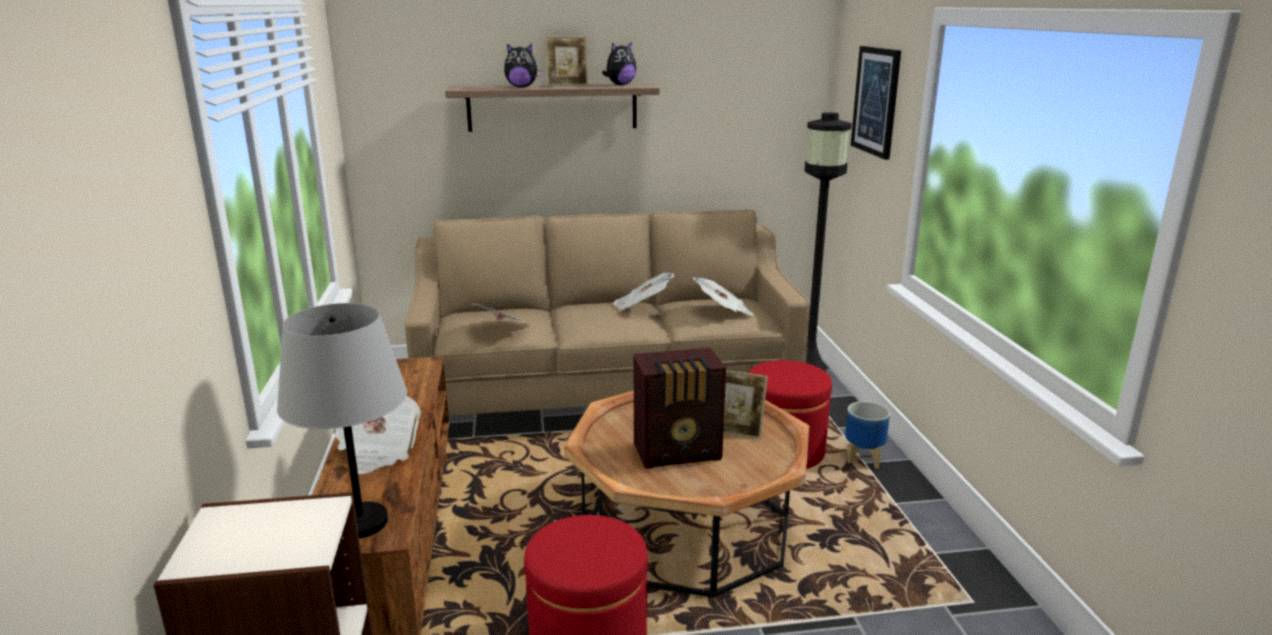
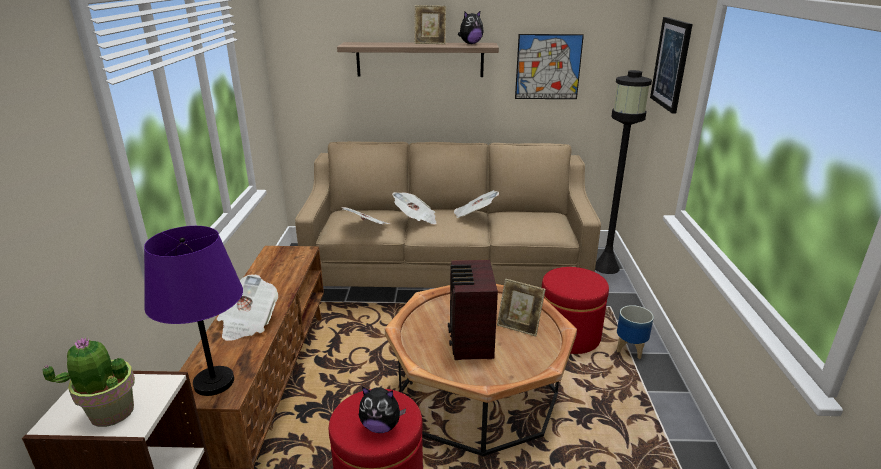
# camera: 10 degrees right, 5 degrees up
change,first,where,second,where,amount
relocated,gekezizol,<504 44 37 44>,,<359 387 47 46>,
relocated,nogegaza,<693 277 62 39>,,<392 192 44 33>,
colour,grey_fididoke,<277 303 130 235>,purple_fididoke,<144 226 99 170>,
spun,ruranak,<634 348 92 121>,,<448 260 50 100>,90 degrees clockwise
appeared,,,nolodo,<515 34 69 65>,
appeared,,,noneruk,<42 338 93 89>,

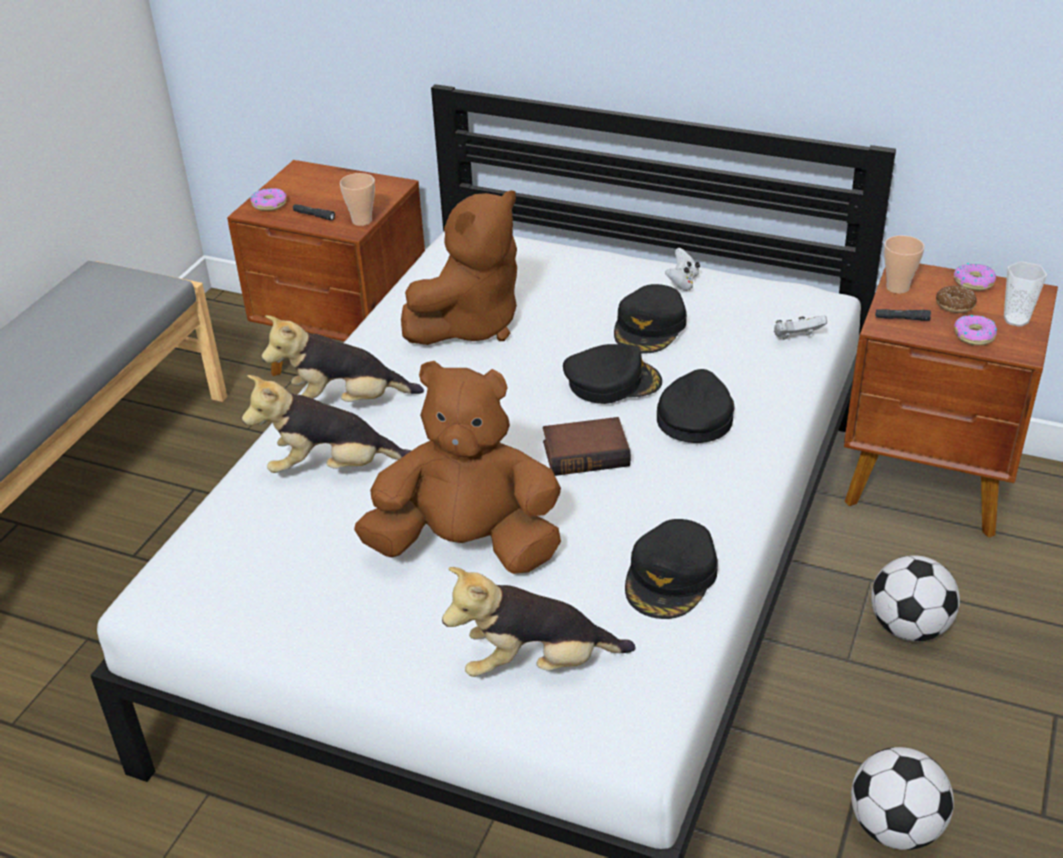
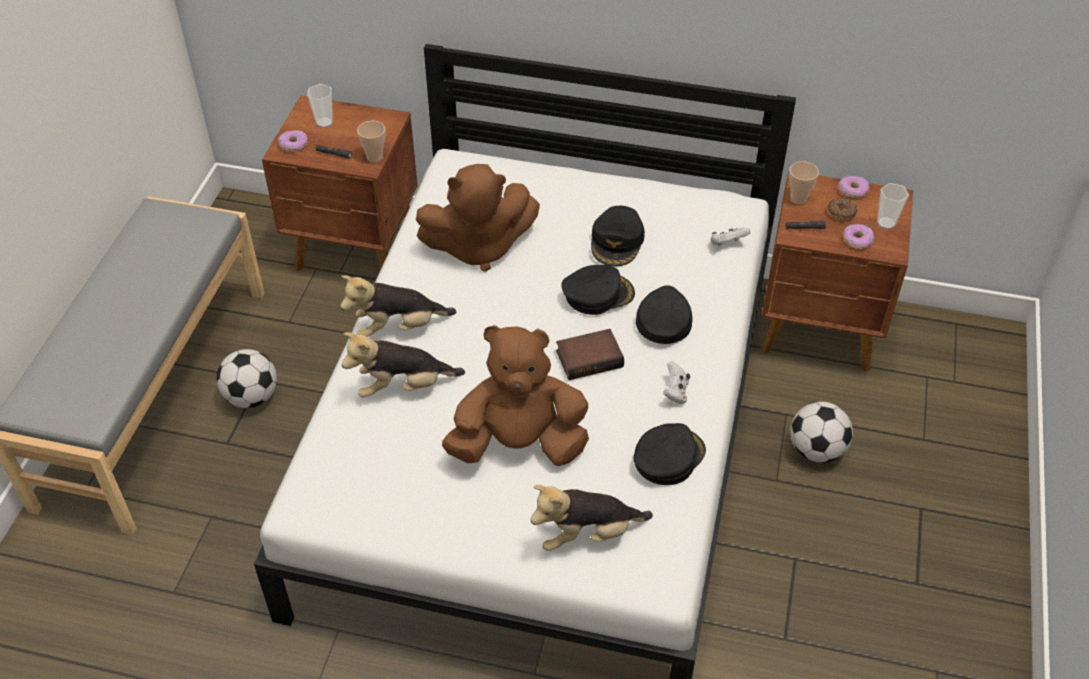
# camera: 10 degrees left, 10 degrees up
change,first,where,second,where,amount
spun,brown_gekezizol,<401 190 116 155>,,<416 164 124 108>,45 degrees clockwise
relocated,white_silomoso,<665 248 35 43>,,<663 361 27 43>,
spun,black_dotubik,<625 519 93 100>,,<634 423 72 62>,150 degrees counterclockwise
relocated,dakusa,<851 747 103 103>,,<217 349 60 59>,
appeared,,,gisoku,<307 84 26 44>,

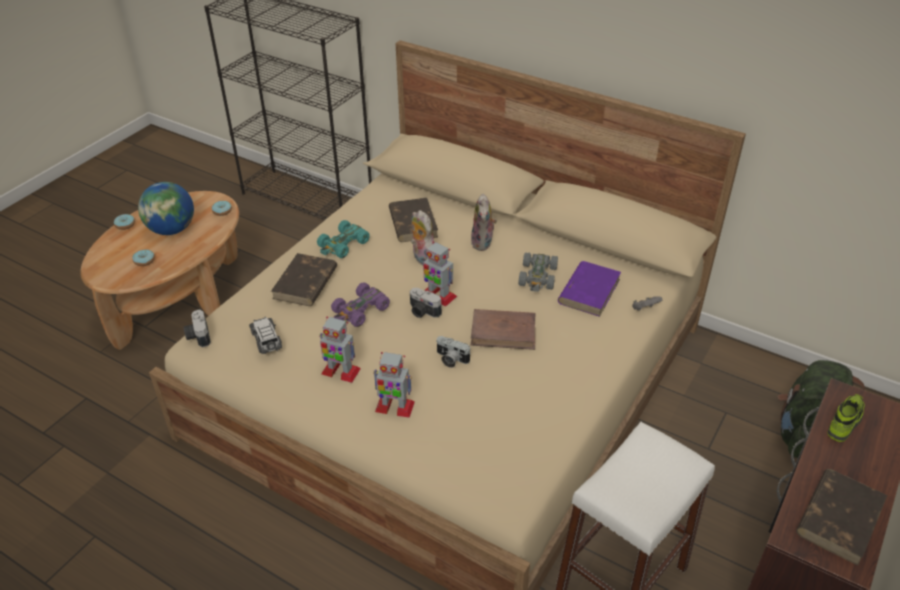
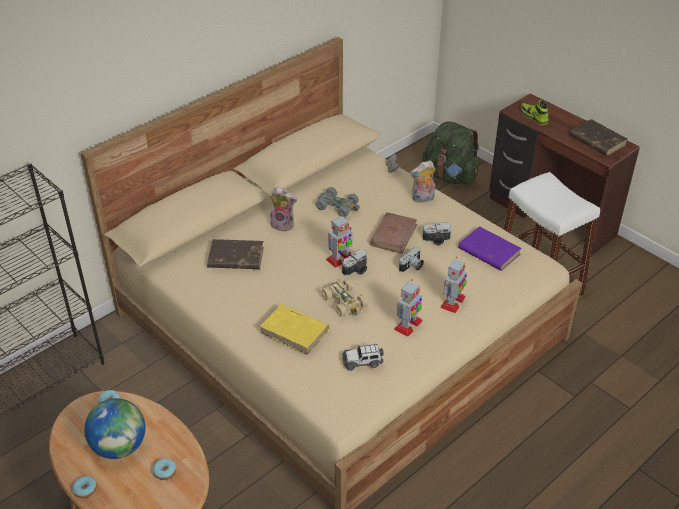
# camera: 75 degrees left, 0 degrees up
change,first,where,second,where,amount
relocated,gekezizol,<411 210 24 55>,,<410 160 25 43>,
missing,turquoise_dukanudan,<317 220 53 38>,,,
colour,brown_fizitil,<271 253 66 53>,yellow_fizitil,<260 304 69 51>,
relocated,purple_fizitil,<558 261 63 56>,,<458 226 63 45>,
colour,purple_dukanudan,<331 282 59 45>,beige_dukanudan,<322 278 46 39>,
relocated,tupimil,<183 309 28 38>,,<423 223 28 22>,

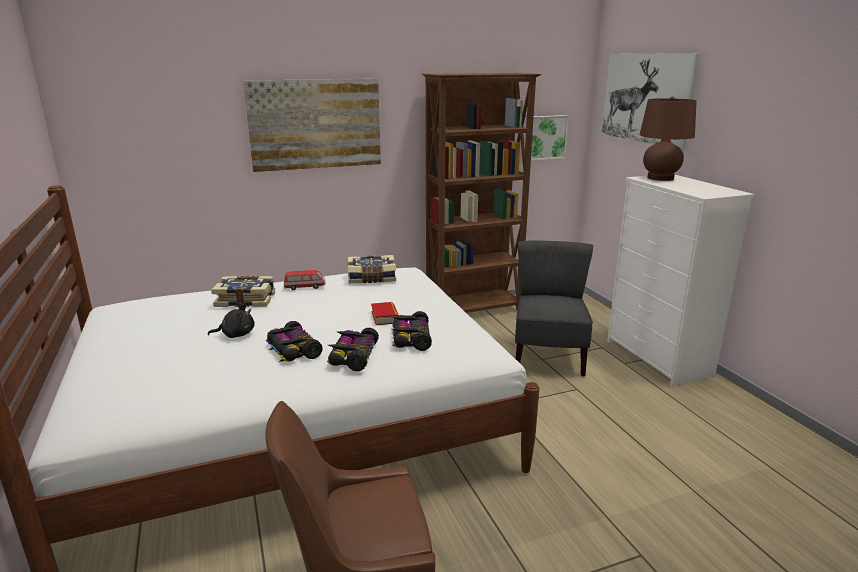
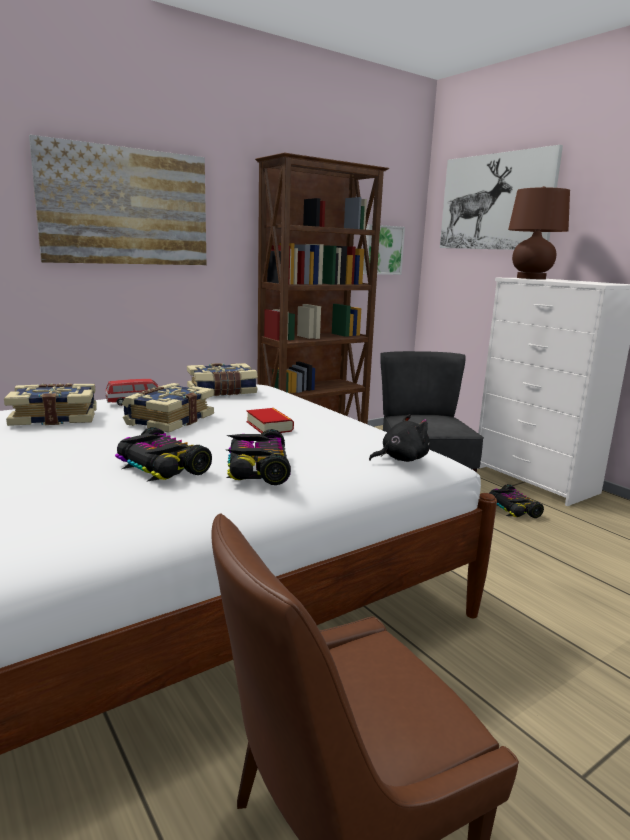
# camera: 15 degrees left, 5 degrees down
change,first,where,second,where,amount
relocated,black_gekezizol,<208 304 47 34>,,<369 414 61 48>,
relocated,dukanudan,<392 311 40 40>,,<490 484 54 34>,
appeared,,,fizitil,<122 383 92 50>,

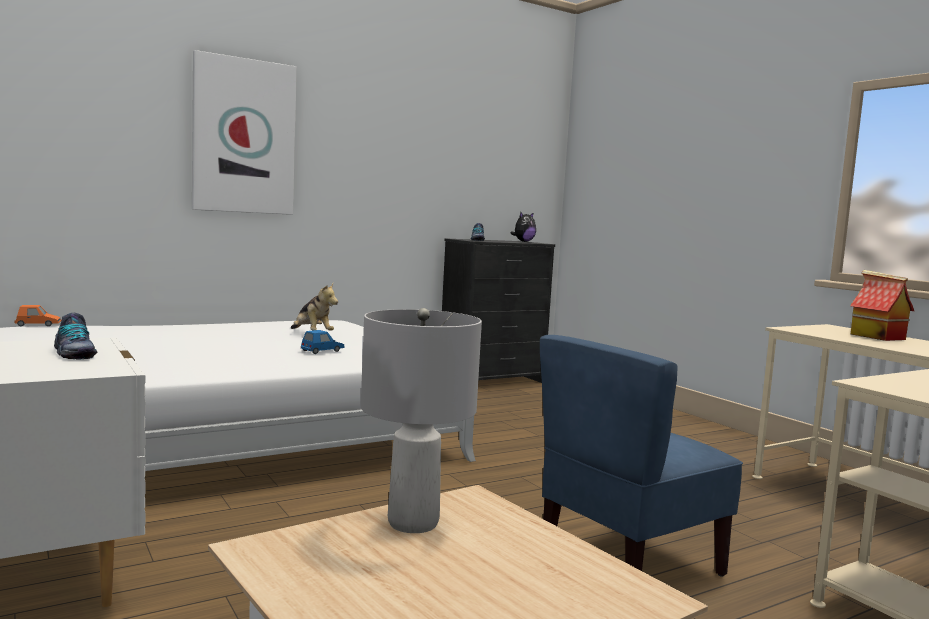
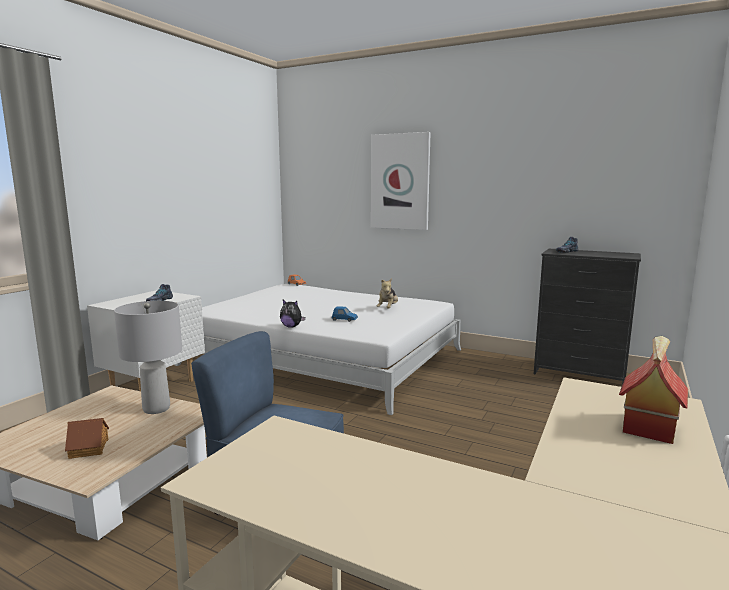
# camera: 60 degrees right, 5 degrees up
change,first,where,second,where,amount
relocated,gekezizol,<511 212 25 30>,,<280 300 25 28>,
appeared,,,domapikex,<65 418 44 41>,

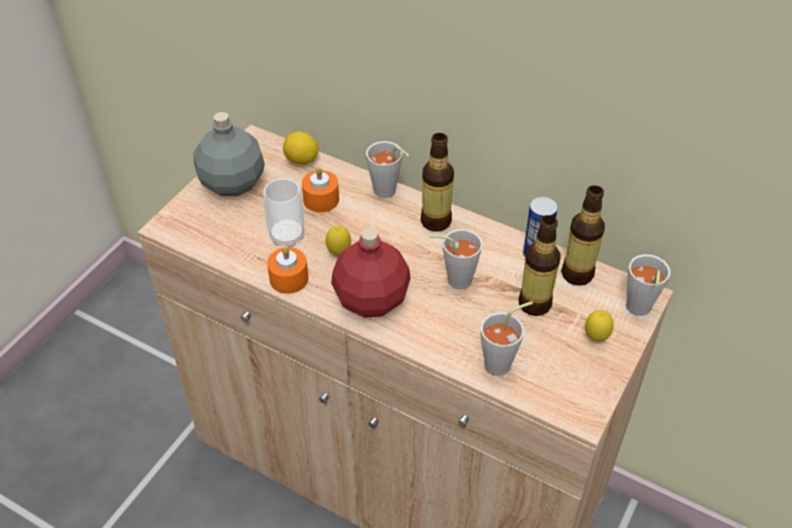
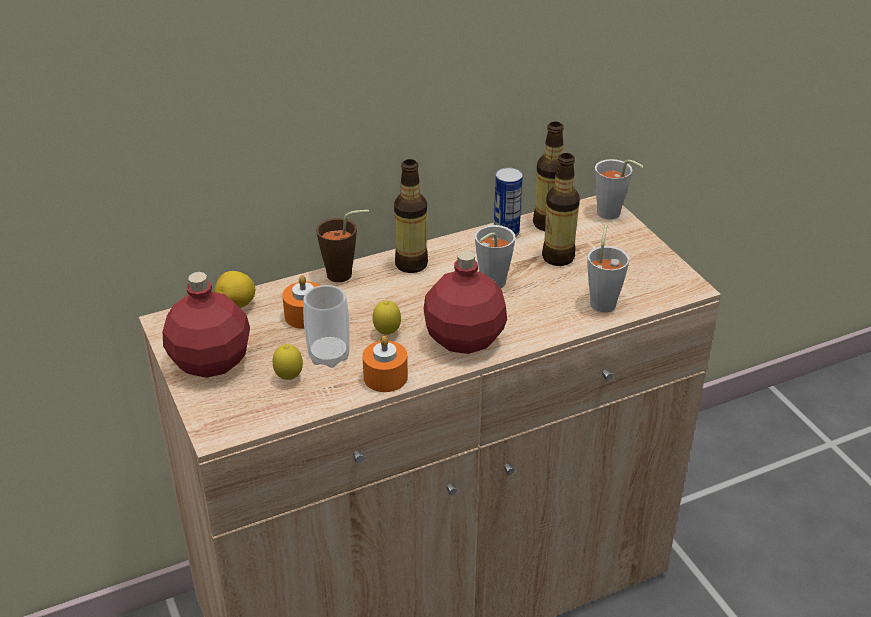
# camera: 55 degrees left, 10 degrees down
change,first,where,second,where,amount
colour,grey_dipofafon,<193 112 72 84>,red_dipofafon,<163 272 87 106>,
colour,grey_gisoku,<366 141 43 57>,brown_gisoku,<316 210 53 72>,
relocated,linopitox,<585 310 29 32>,,<273 344 30 36>,

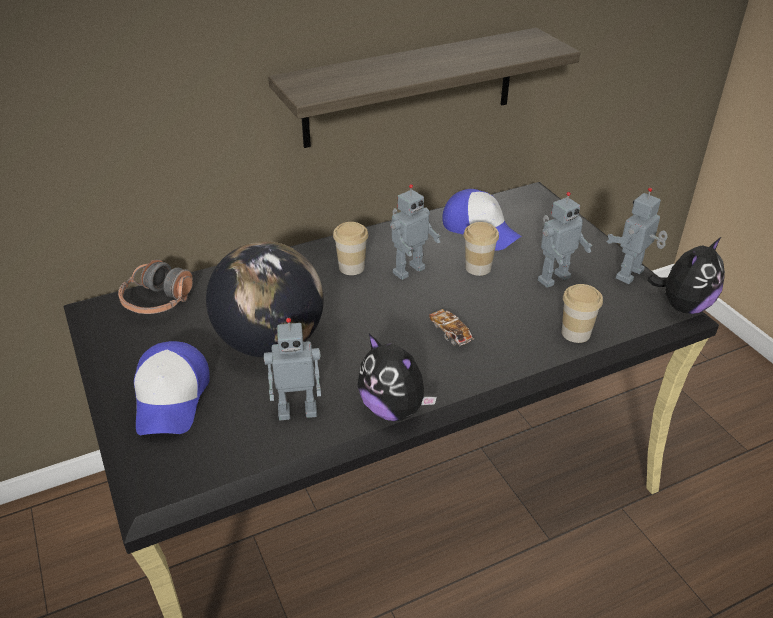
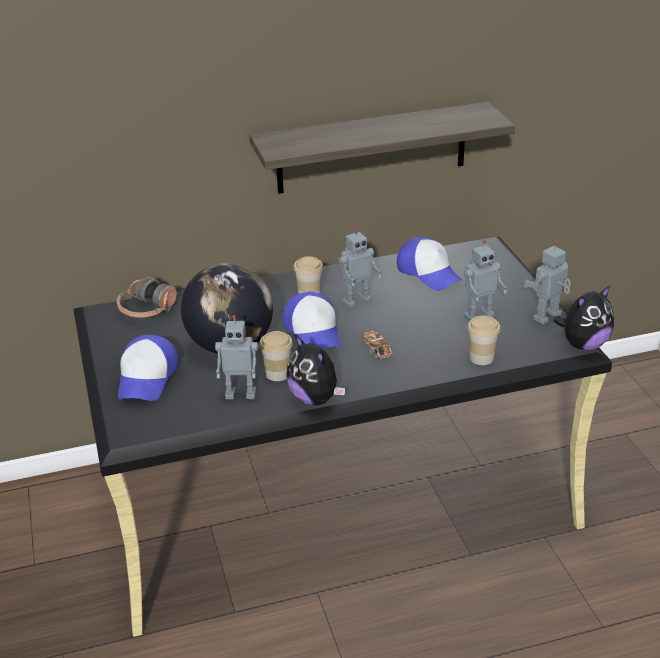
# camera: 10 degrees right, 5 degrees down
change,first,where,second,where,amount
relocated,gisoku,<463 222 36 54>,,<260 331 33 50>,
appeared,,,dotubik,<282 292 59 57>,

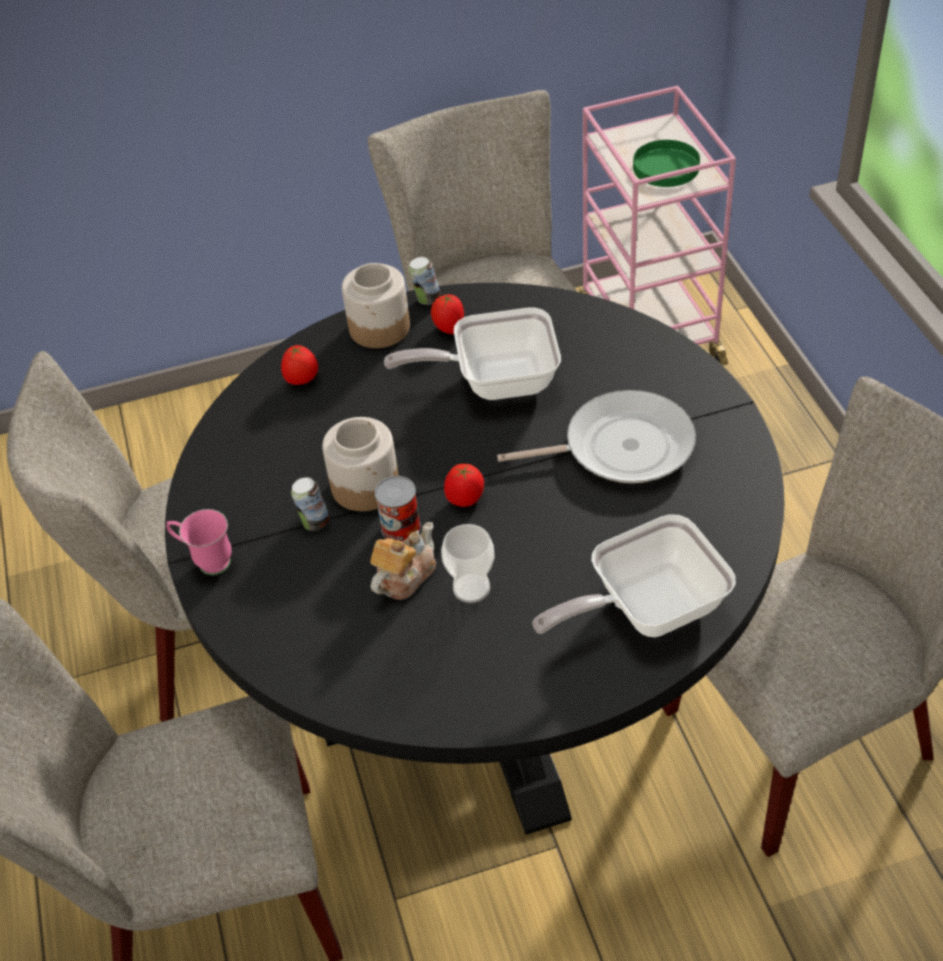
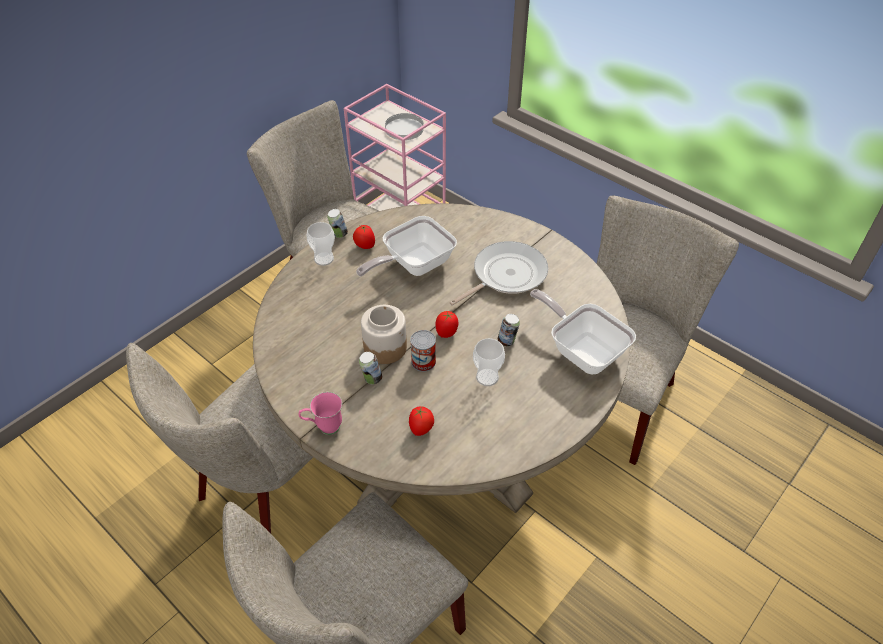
# camera: 35 degrees left, 0 degrees up
change,first,where,second,where,amount
colour,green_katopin,<633 140 67 47>,white_katopin,<385 113 39 27>,
exchanged,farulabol,<342 263 68 85>,gisoku,<306 222 29 44>,
colour,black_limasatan,<165 283 619 552>,beige_limasatan,<253 203 377 310>,
relocated,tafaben,<281 345 37 40>,,<409 406 25 30>,
spun,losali,<532 514 204 123>,,<530 289 106 85>,105 degrees clockwise
missing,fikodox,<370 522 66 78>,,,
appeared,,,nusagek,<498 314 22 32>,

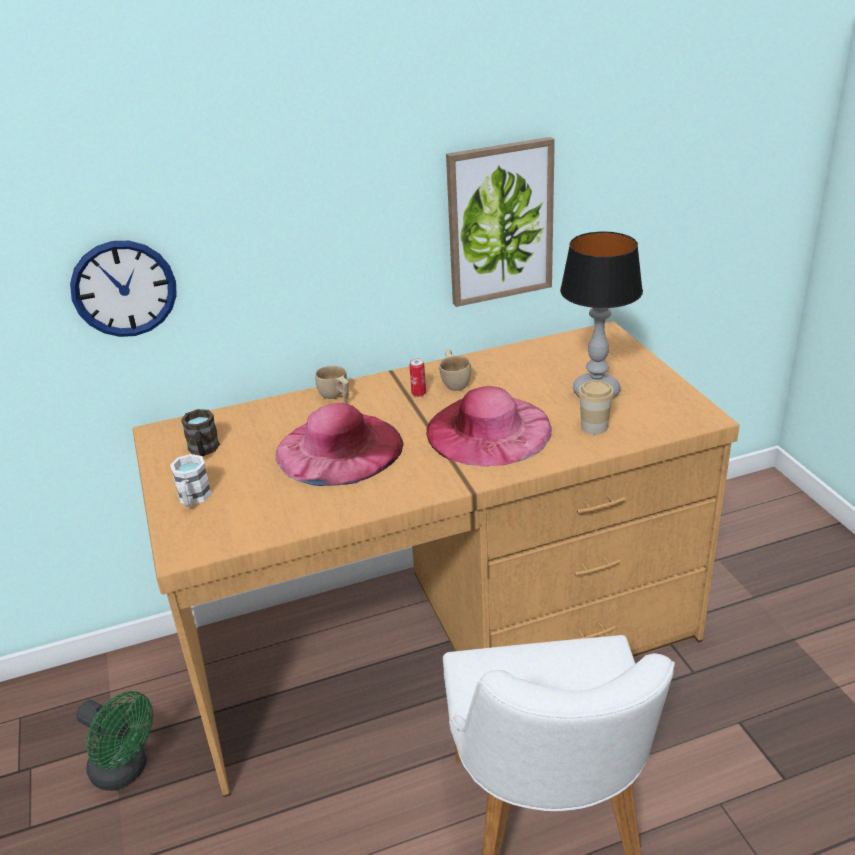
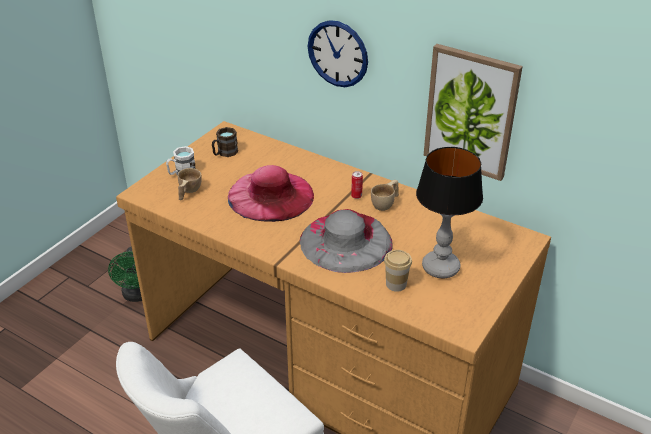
# camera: 50 degrees right, 5 degrees up
change,first,where,second,where,amount
relocated,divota,<70 241 107 96>,,<308 20 60 67>,
relocated,beige_gisoku,<315 366 34 38>,,<178 168 24 32>,
colour,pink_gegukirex,<426 386 126 81>,grey_gegukirex,<300 209 93 64>,

